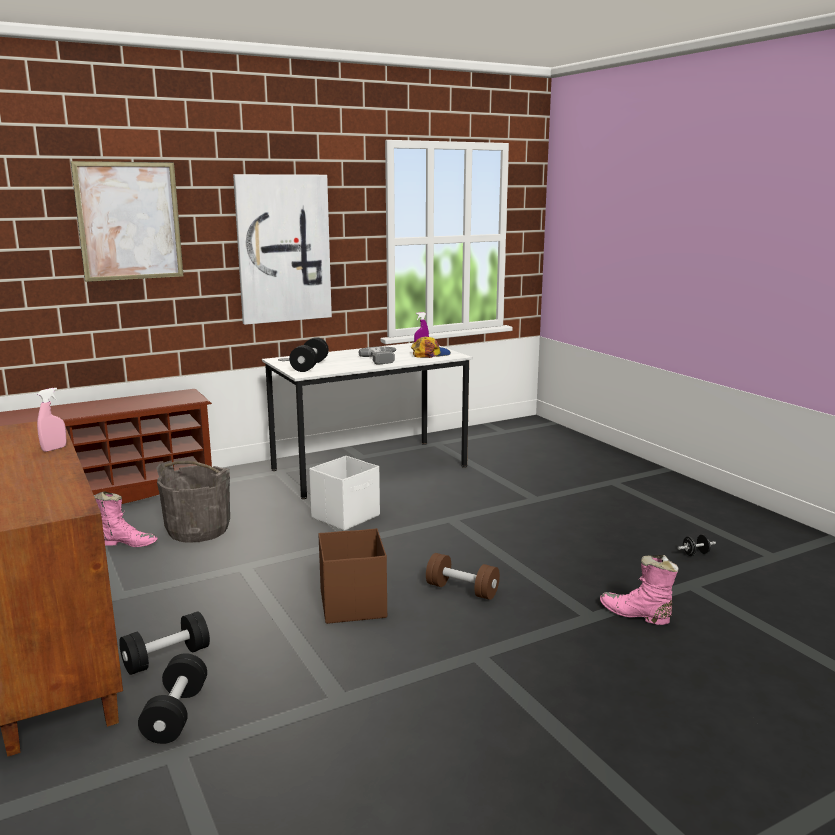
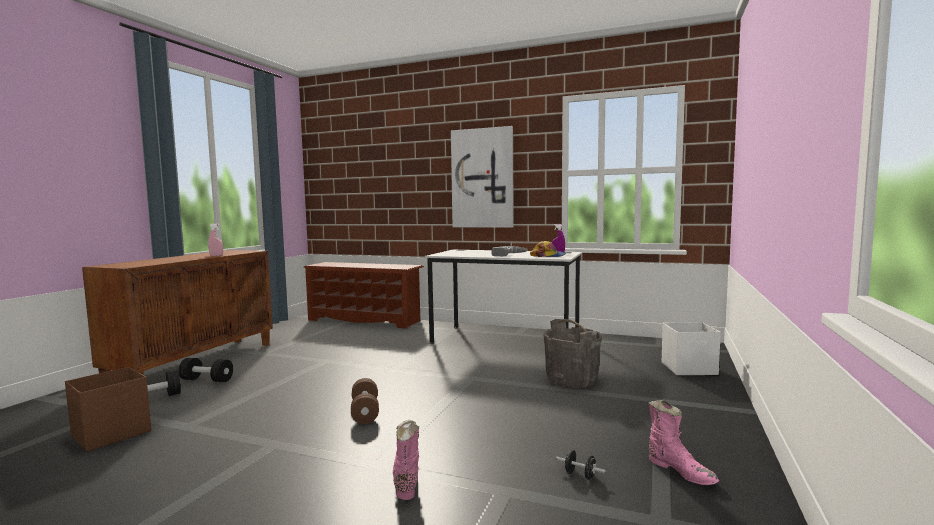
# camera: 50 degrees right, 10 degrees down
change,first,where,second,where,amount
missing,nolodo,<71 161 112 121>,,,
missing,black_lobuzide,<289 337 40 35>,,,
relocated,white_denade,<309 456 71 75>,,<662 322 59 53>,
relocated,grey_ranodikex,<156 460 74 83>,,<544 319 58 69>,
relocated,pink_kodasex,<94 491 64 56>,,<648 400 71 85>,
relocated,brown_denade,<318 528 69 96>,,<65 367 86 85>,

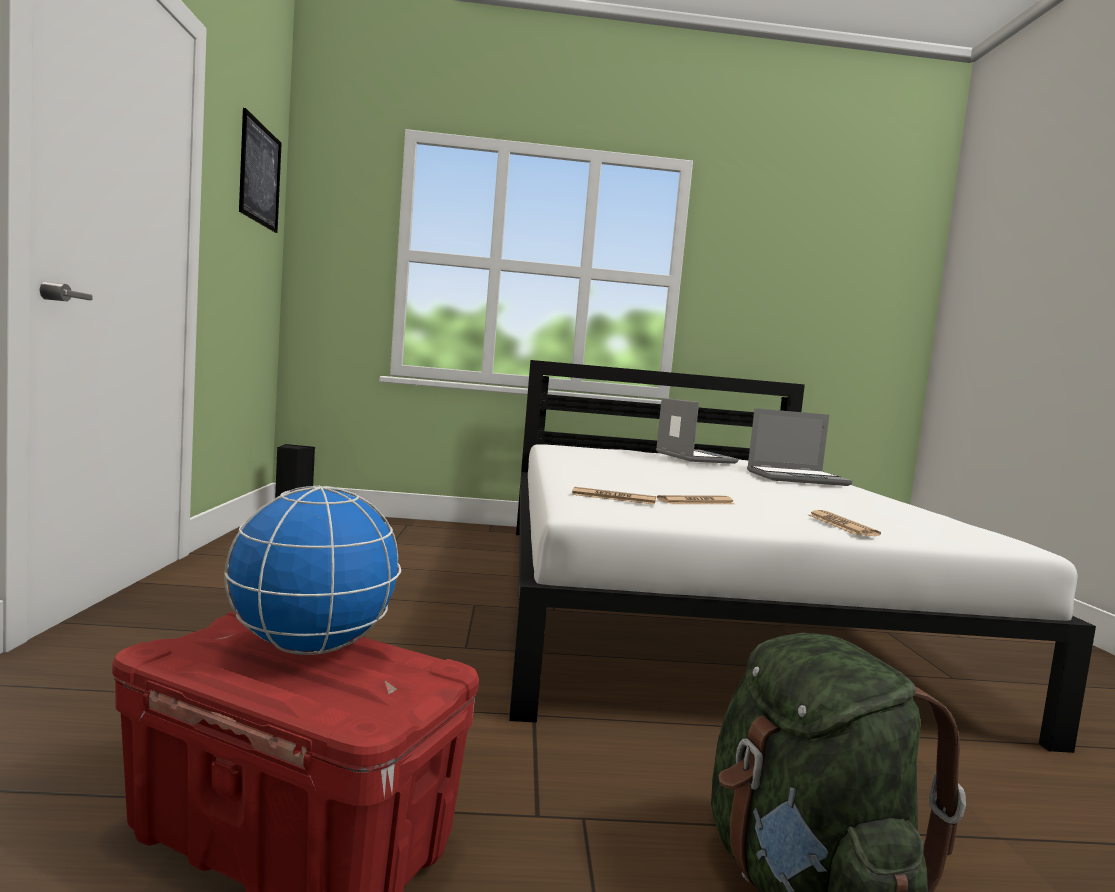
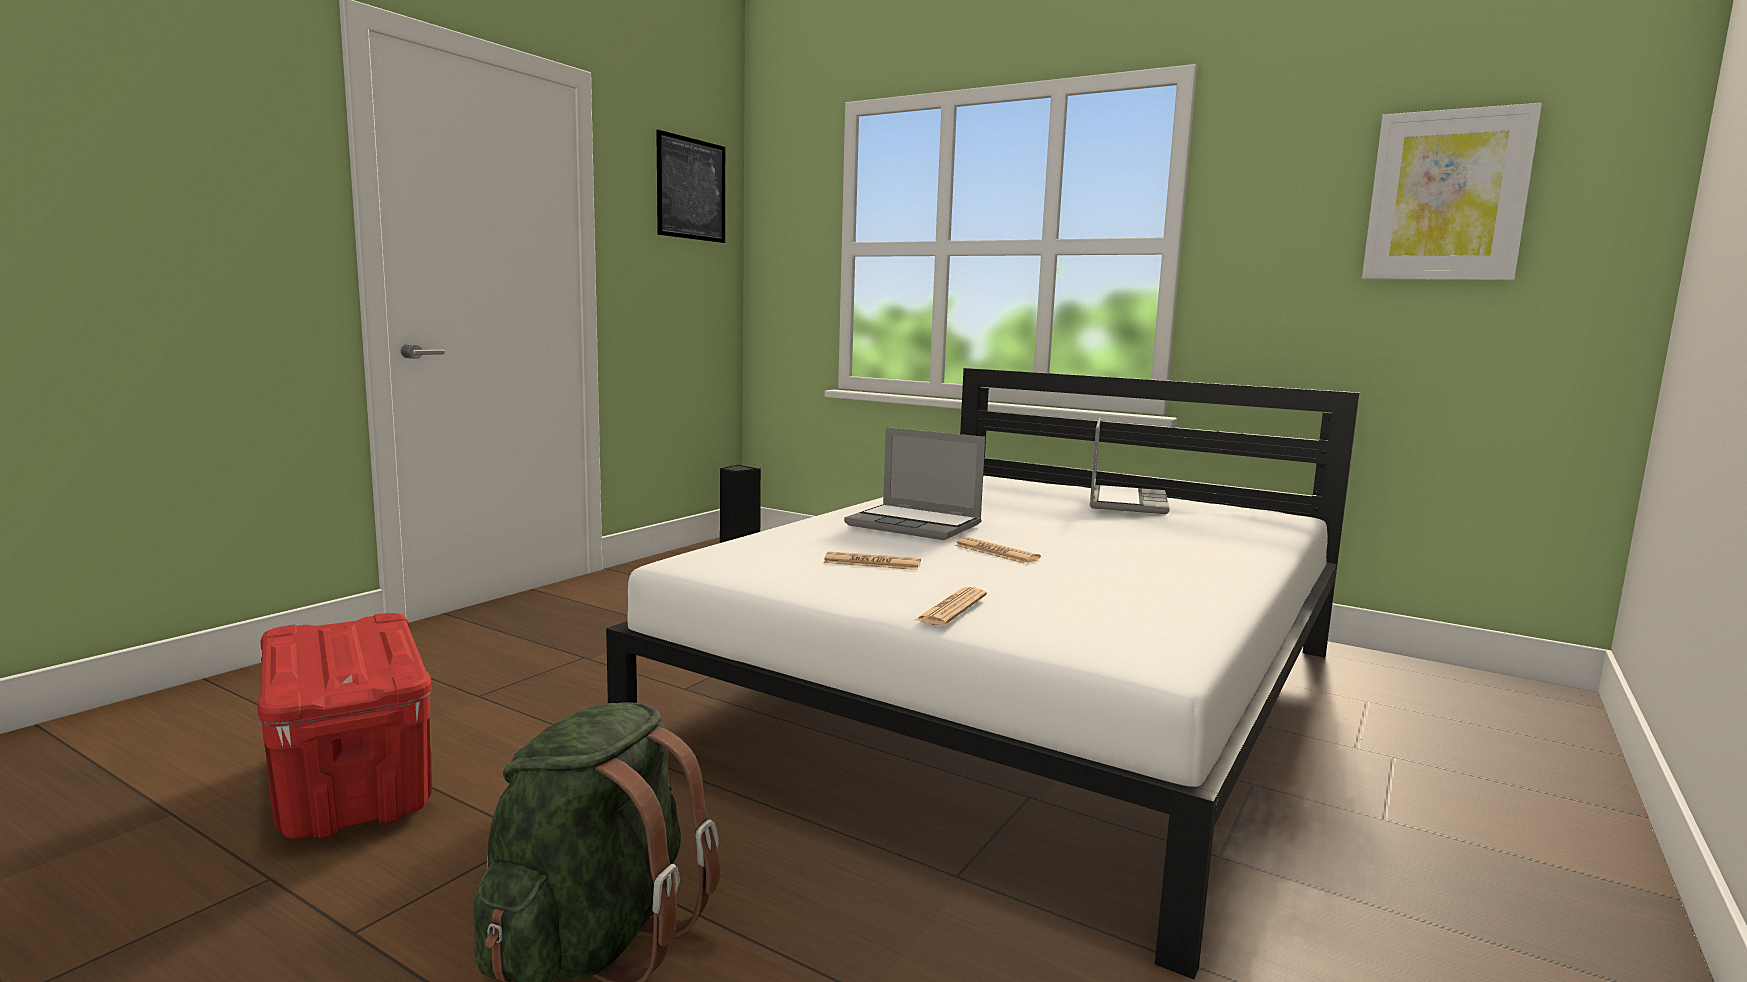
# camera: 35 degrees right, 5 degrees up
change,first,where,second,where,amount
relocated,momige,<747 408 105 78>,,<844 427 141 113>,
missing,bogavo,<224 485 177 170>,,,
relocated,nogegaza,<571 487 85 18>,,<955 537 86 26>,
appeared,,,nolodo,<1362 103 180 177>,

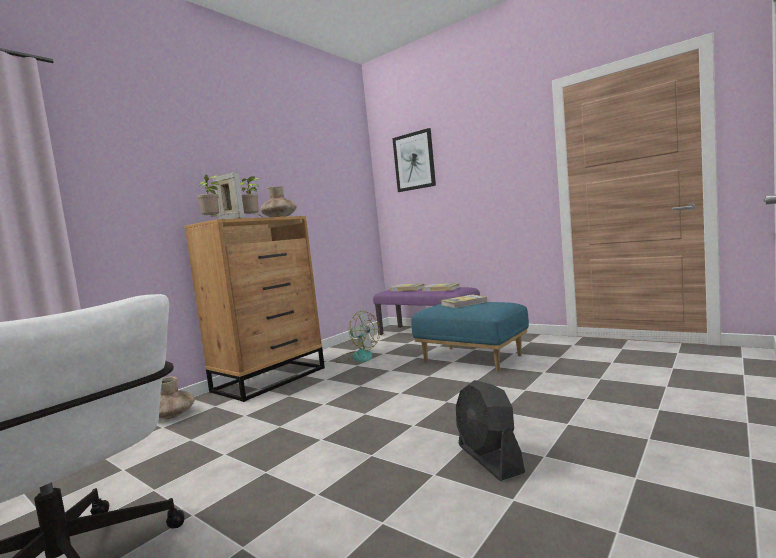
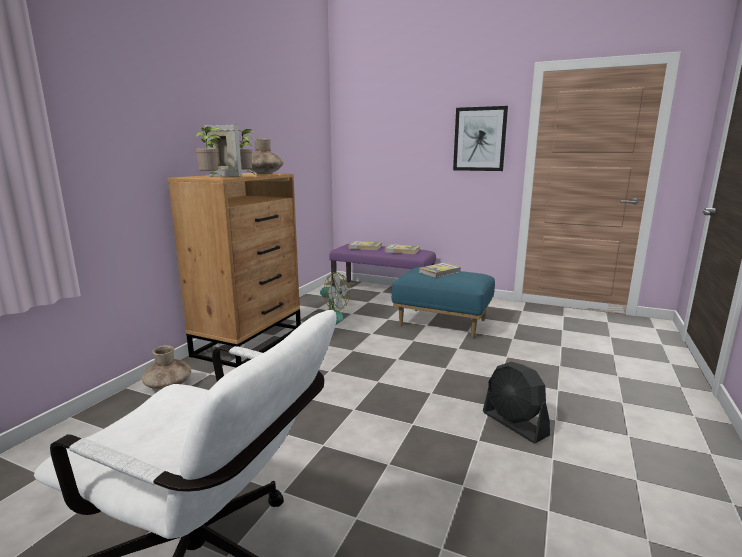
# camera: 15 degrees left, 10 degrees up
change,first,where,second,where,amount
relocated,nolodo,<392 128 44 64>,,<453 106 55 65>,

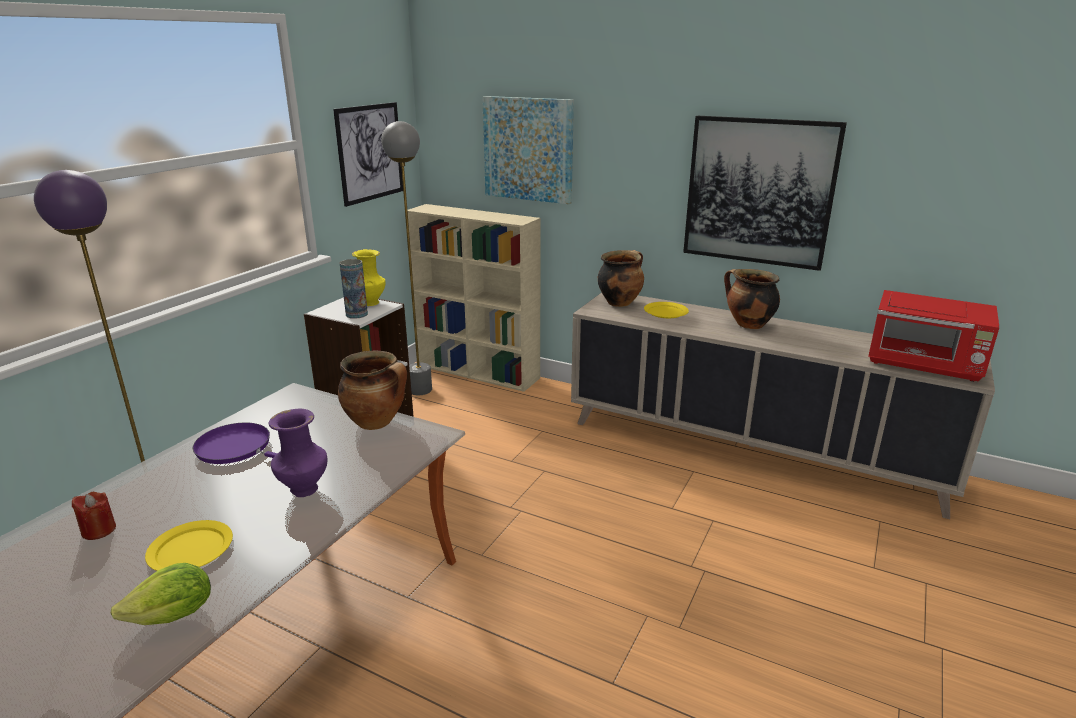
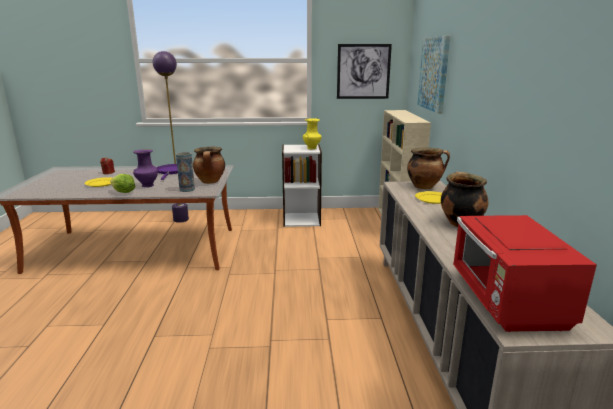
# camera: 60 degrees right, 5 degrees down
change,first,where,second,where,amount
missing,nolodo,<683 116 164 155>,,,
missing,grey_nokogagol,<381 121 51 274>,,,
relocated,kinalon,<340 259 28 60>,,<176 152 19 40>,
relocated,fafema,<111 563 100 62>,,<110 174 25 19>,

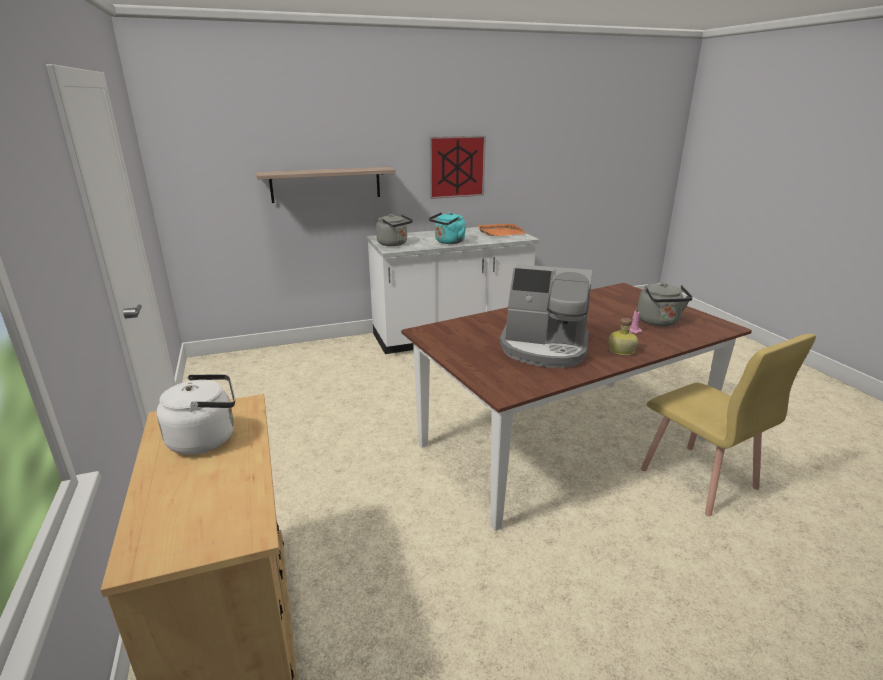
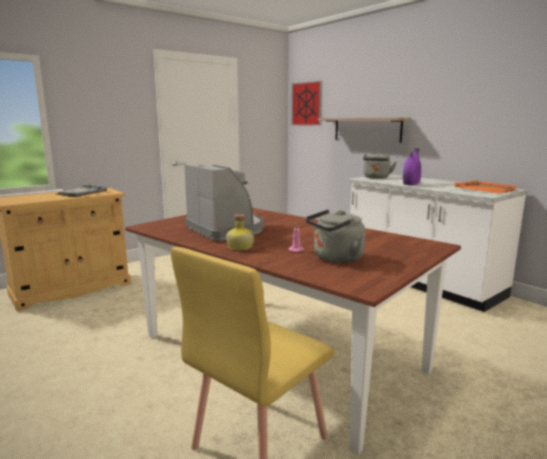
# camera: 70 degrees right, 10 degrees down
change,first,where,second,where,amount
relocated,nolodo,<429 136 57 63>,,<291 81 31 45>,
exchanged,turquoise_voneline,<429 212 37 32>,purple_kinalon,<403 148 18 37>,
spun,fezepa,<500 264 93 104>,,<184 164 80 77>,150 degrees clockwise
exchanged,white_voneline,<157 374 78 81>,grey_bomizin,<56 184 53 13>,

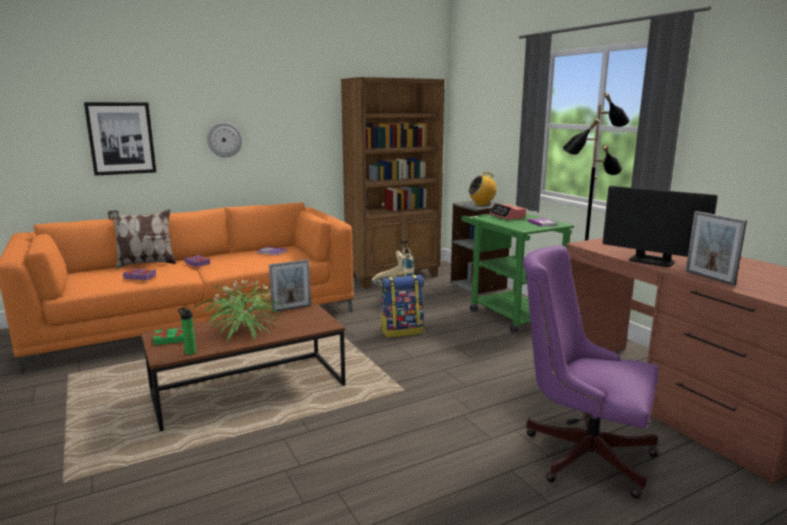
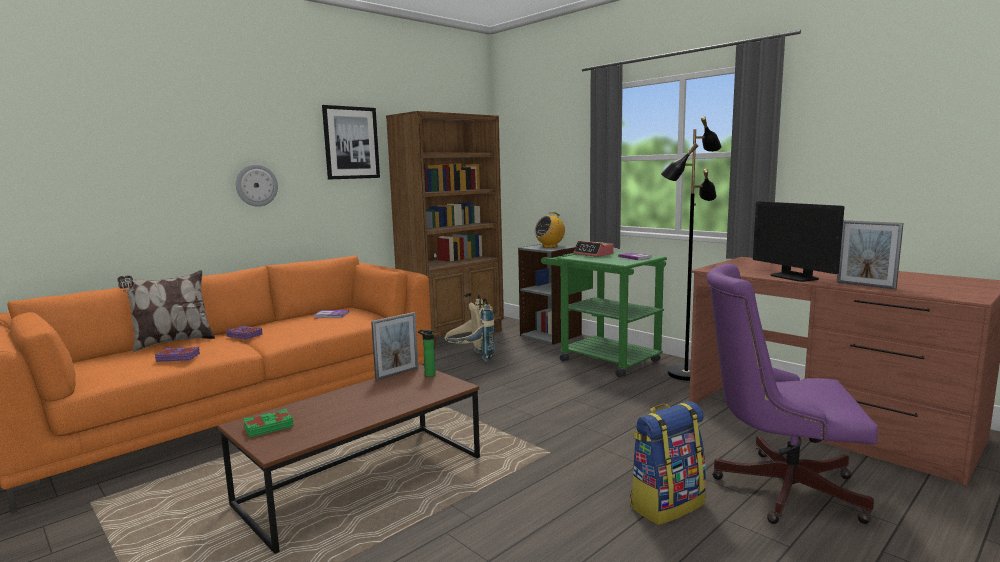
# camera: 15 degrees left, 5 degrees down
change,first,where,second,where,amount
relocated,nolodo,<84 102 72 74>,,<322 105 58 75>,
spun,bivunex,<603 186 115 81>,,<753 201 91 81>,45 degrees clockwise
relocated,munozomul,<381 274 43 64>,,<630 401 76 124>,
missing,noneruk,<193 280 93 61>,,,
relocated,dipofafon,<178 308 18 47>,,<418 330 18 47>,

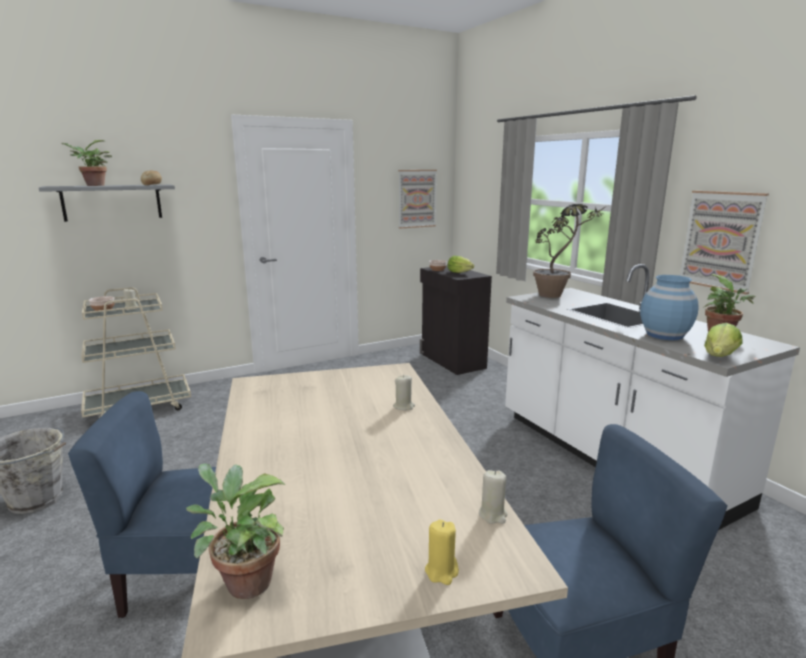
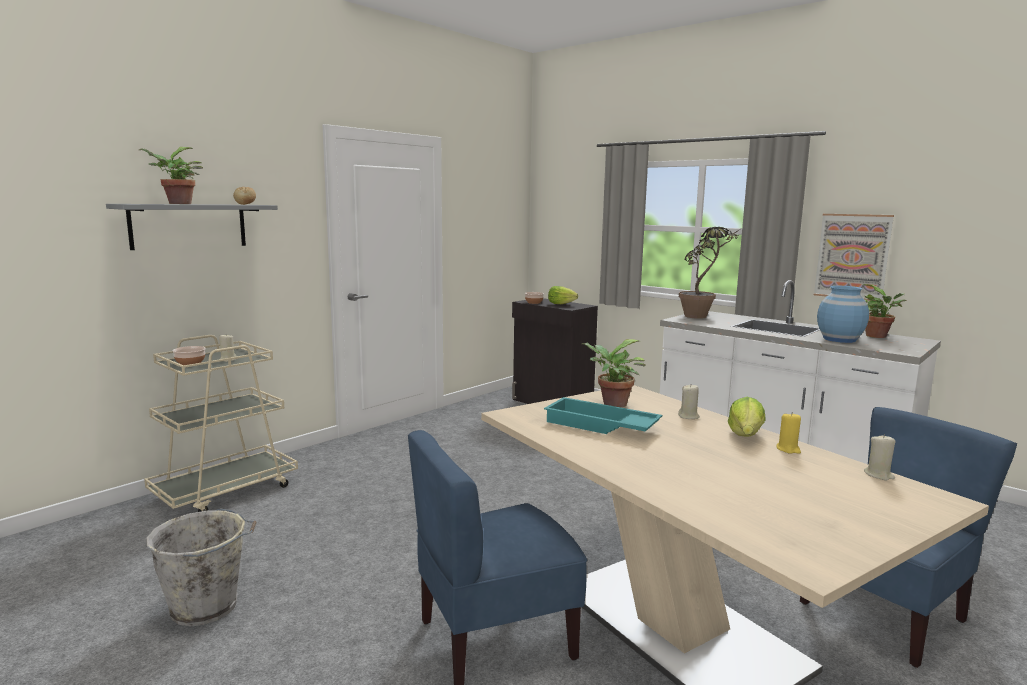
# camera: 20 degrees left, 5 degrees down
change,first,where,second,where,amount
missing,nolodo,<398 170 39 59>,,,
relocated,fafema,<704 323 39 34>,,<728 397 38 40>,
relocated,noneruk,<186 464 99 135>,,<582 339 64 68>,
relocated,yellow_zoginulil,<425 520 34 65>,,<777 412 24 42>,
appeared,,,turquoise_bomizin,<544 397 118 37>,

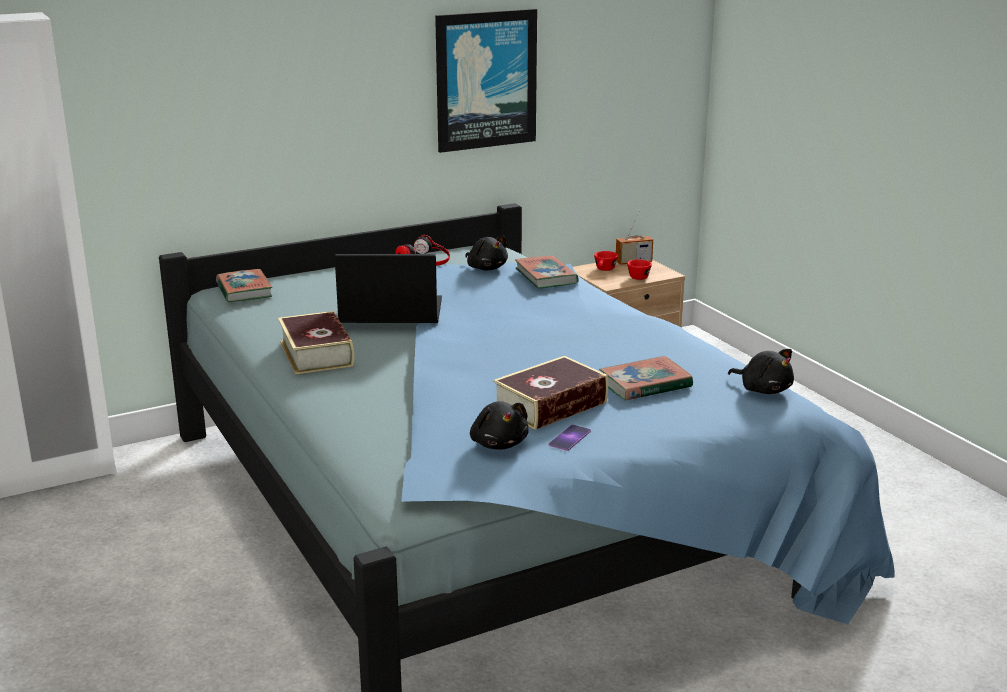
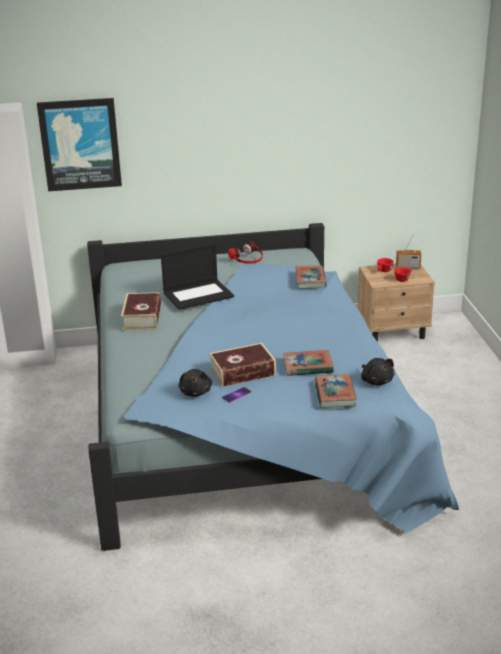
# camera: 20 degrees right, 5 degrees up
change,first,where,second,where,amount
relocated,nolodo,<435 9 102 144>,,<37 98 85 93>,
missing,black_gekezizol,<465 236 43 34>,,,
spun,momige,<335 254 107 69>,,<161 243 73 67>,135 degrees clockwise
relocated,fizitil,<216 269 57 34>,,<315 374 42 34>,

